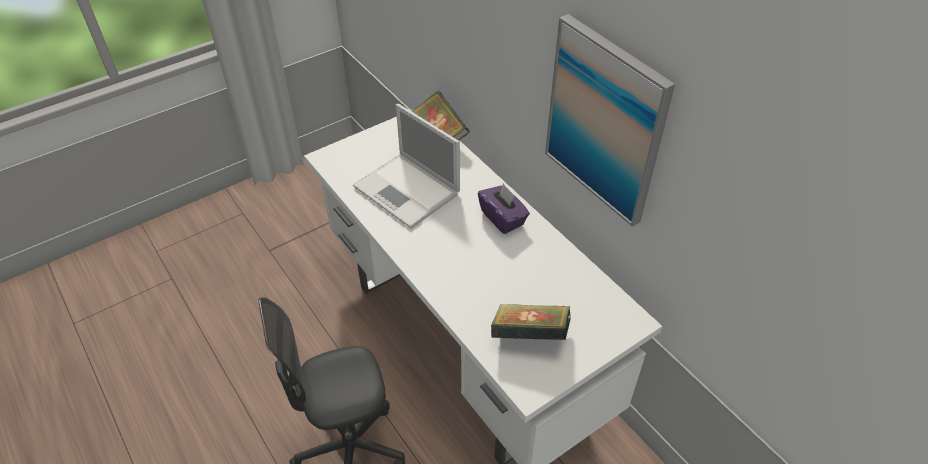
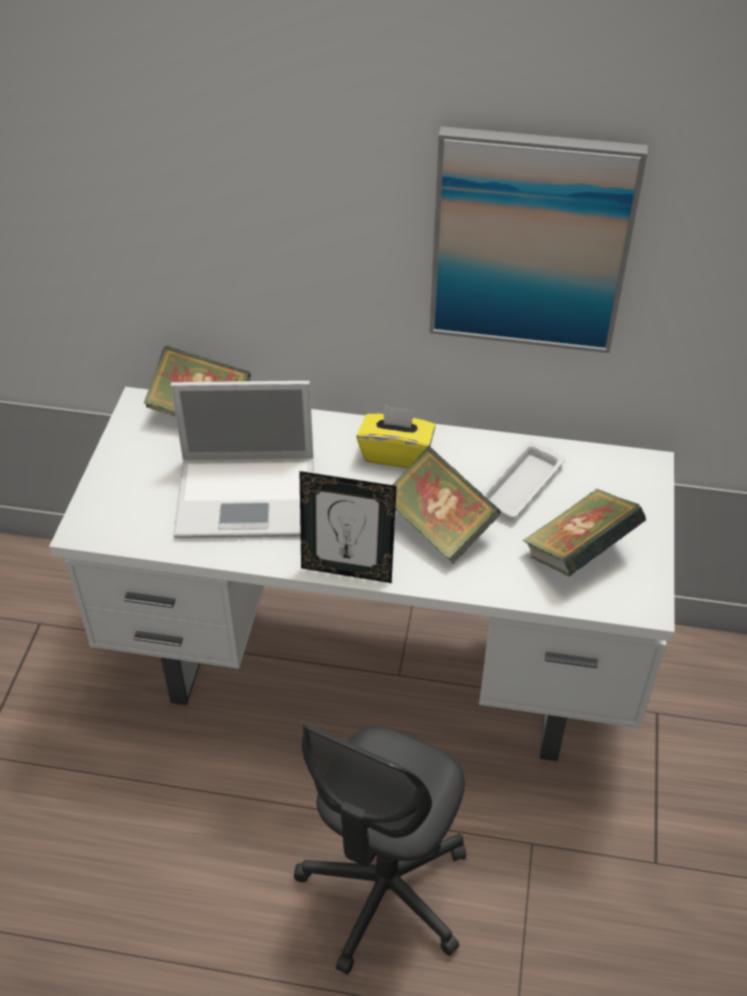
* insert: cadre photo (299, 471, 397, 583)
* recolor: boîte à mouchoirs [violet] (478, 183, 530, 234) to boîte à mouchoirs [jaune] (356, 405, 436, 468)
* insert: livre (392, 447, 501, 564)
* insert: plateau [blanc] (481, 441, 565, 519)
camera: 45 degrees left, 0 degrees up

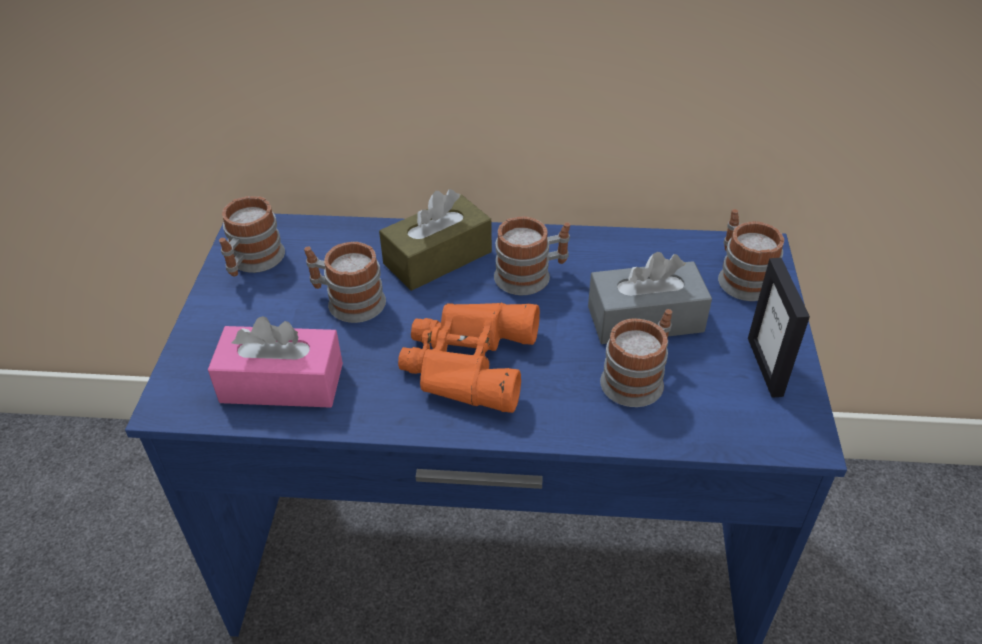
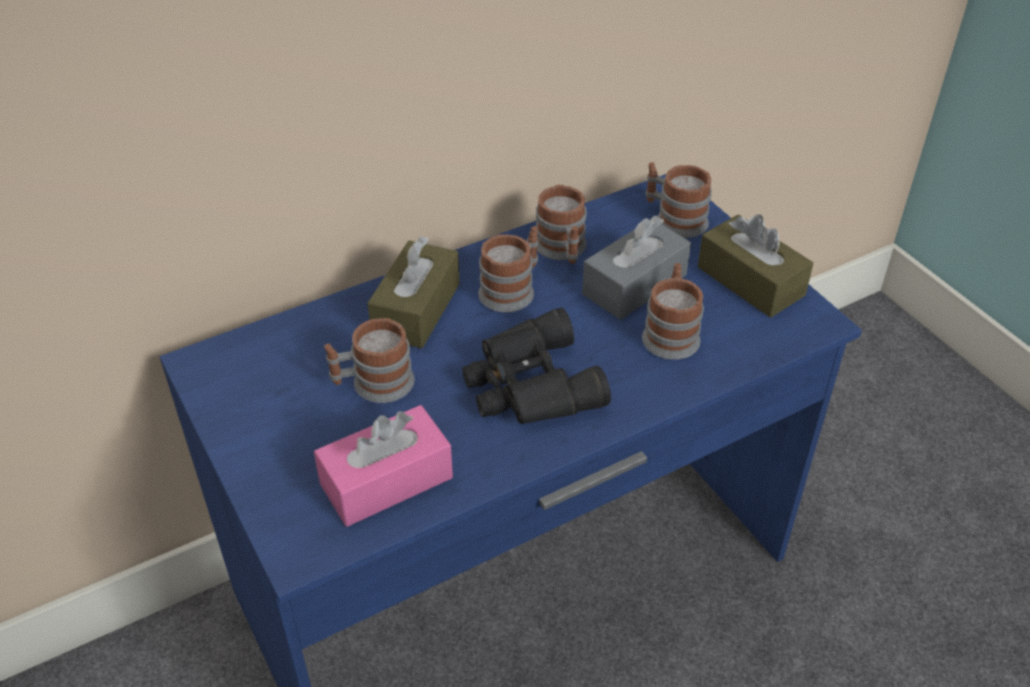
* recolor: jumelles [orange] (398, 303, 540, 413) to jumelles [noir] (462, 308, 611, 424)
* move: mug (219, 196, 285, 277) to (536, 185, 587, 264)
* replace: cadre photo (748, 258, 810, 398) to boîte à mouchoirs [marron] (698, 214, 813, 318)
camera: 35 degrees left, 0 degrees up

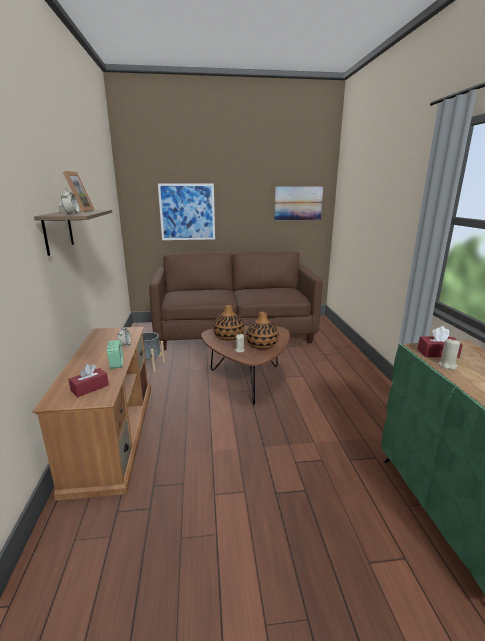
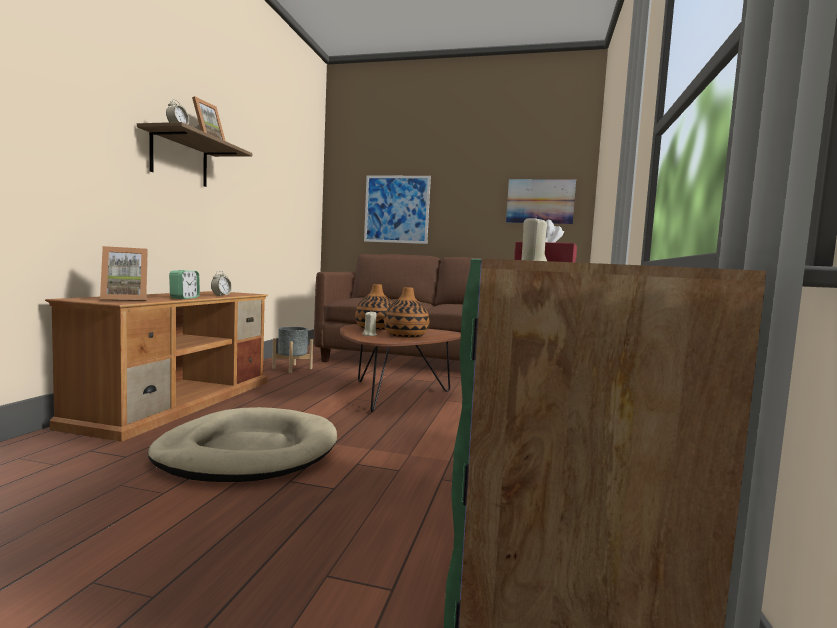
* replace: boîte à mouchoirs [rouge] (68, 364, 109, 397) to cadre photo (100, 246, 148, 301)
* insert: panier pour chien [beige] (148, 407, 337, 482)
camera: 20 degrees right, 15 degrees down

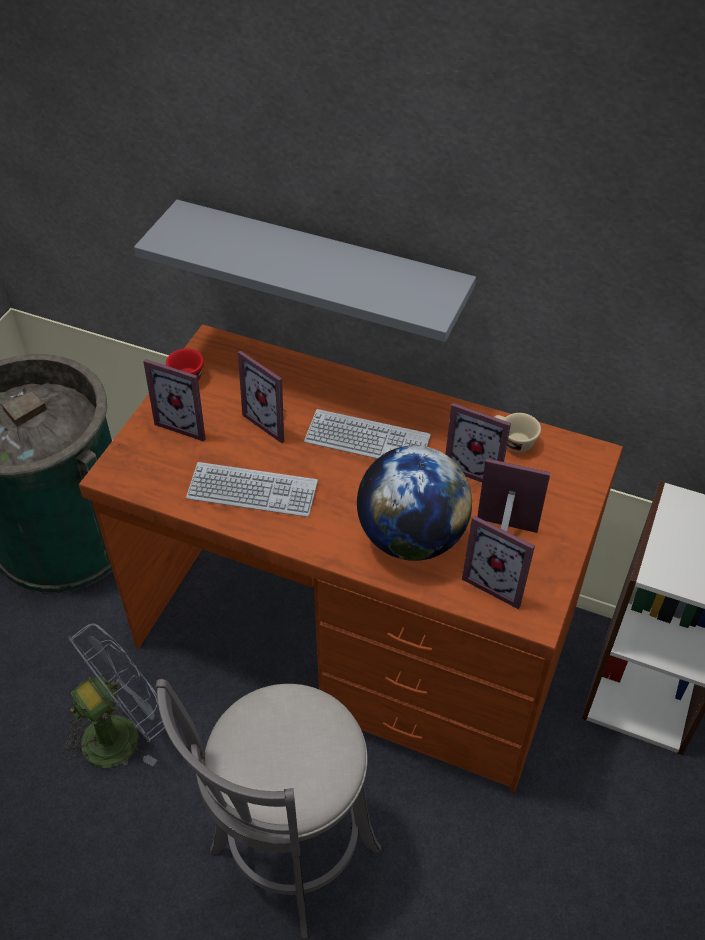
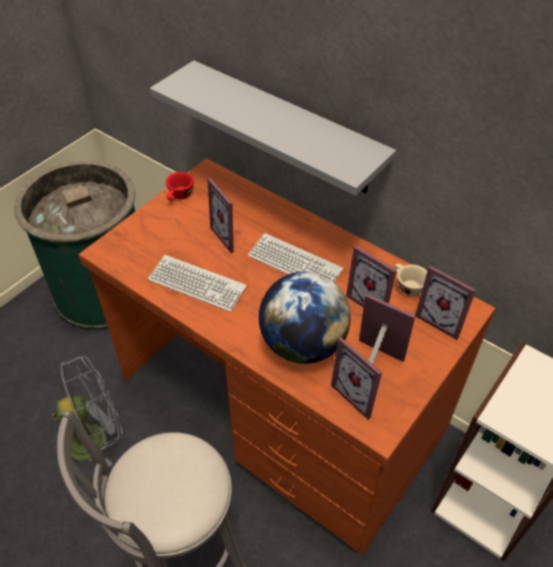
* move: cadre photo (143, 359, 206, 442) to (415, 266, 476, 340)
camera: 15 degrees right, 0 degrees up

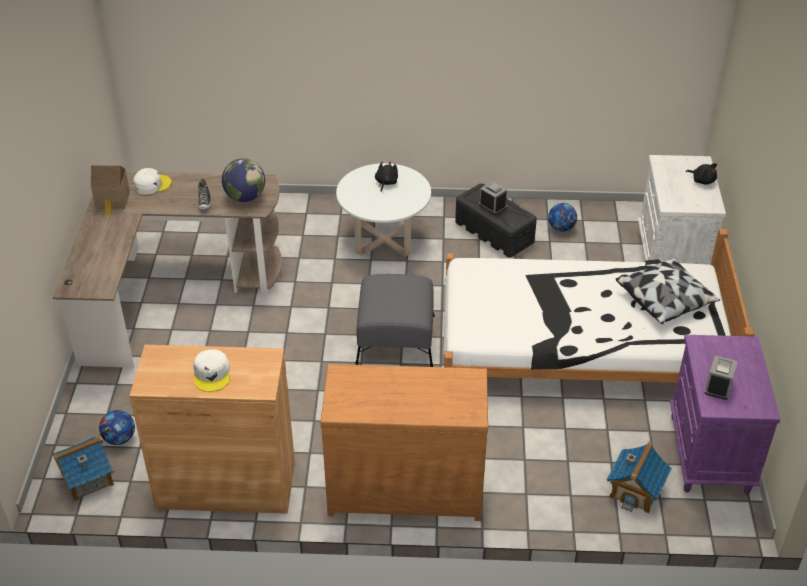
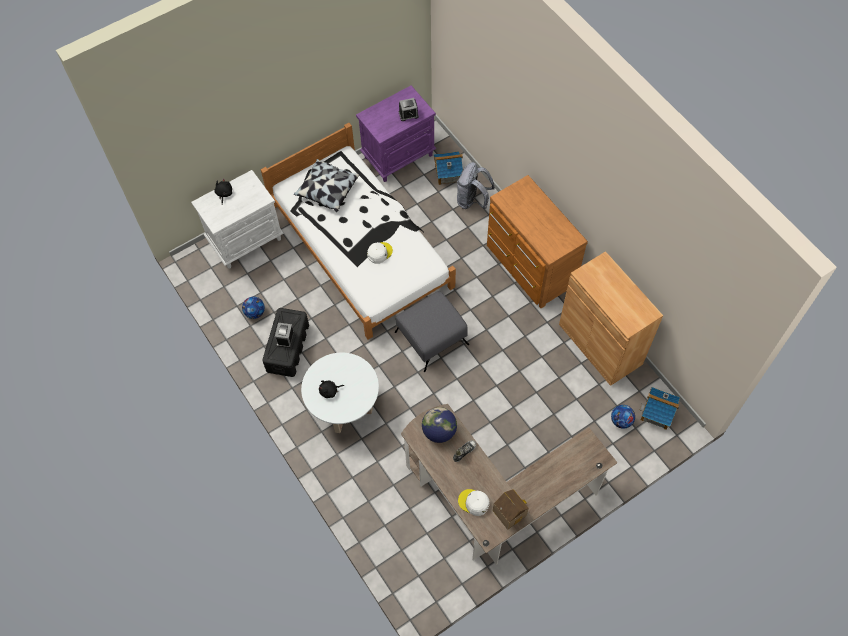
* move: casquette [blanc] (193, 349, 230, 392) to (367, 242, 393, 264)
* insert: sac à dos [gris] (457, 162, 495, 209)
camera: 125 degrees left, 20 degrees up

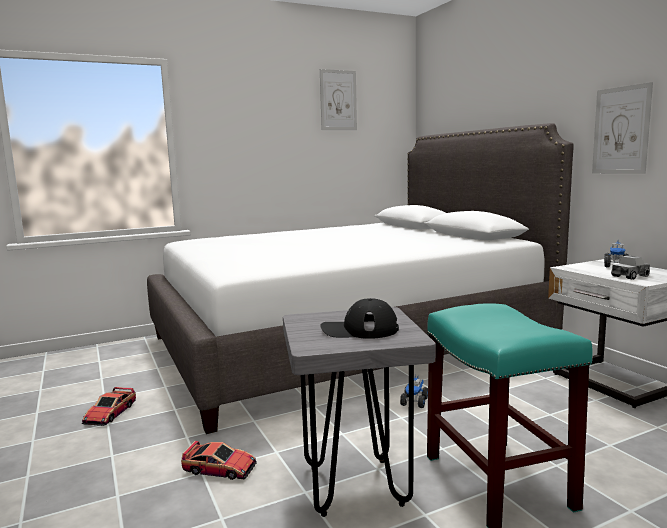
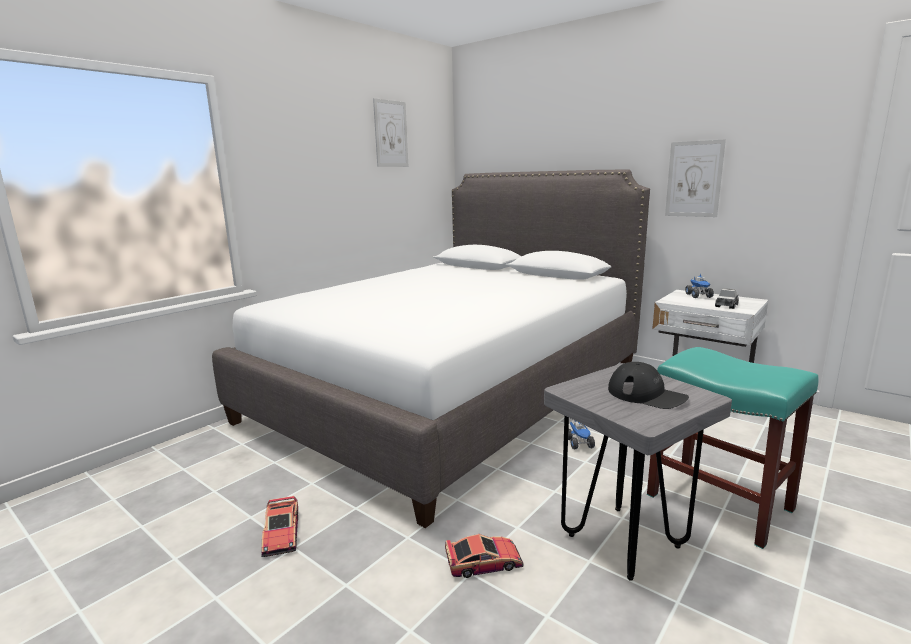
* rotate: casquette [noir] (320, 298, 399, 339) = (608, 362, 689, 409) 120 degrees counterclockwise
camera: 25 degrees left, 5 degrees up

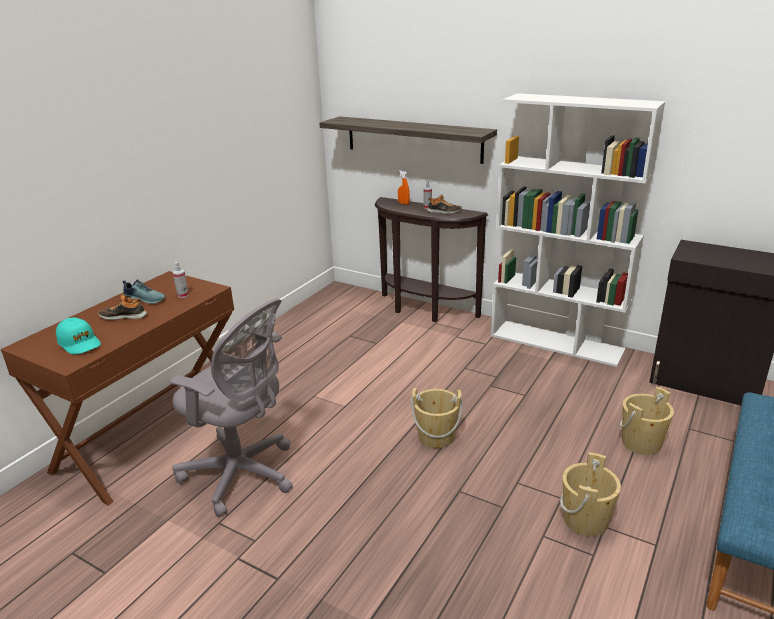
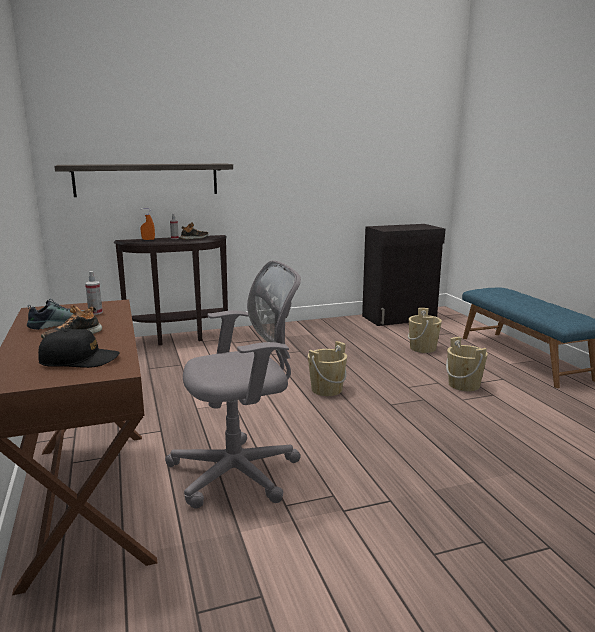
* recolor: casquette [turquoise] (56, 317, 101, 354) to casquette [noir] (38, 329, 120, 368)
* delete: bibliothèque [blanc] (491, 93, 665, 367)
camera: 50 degrees left, 10 degrees down

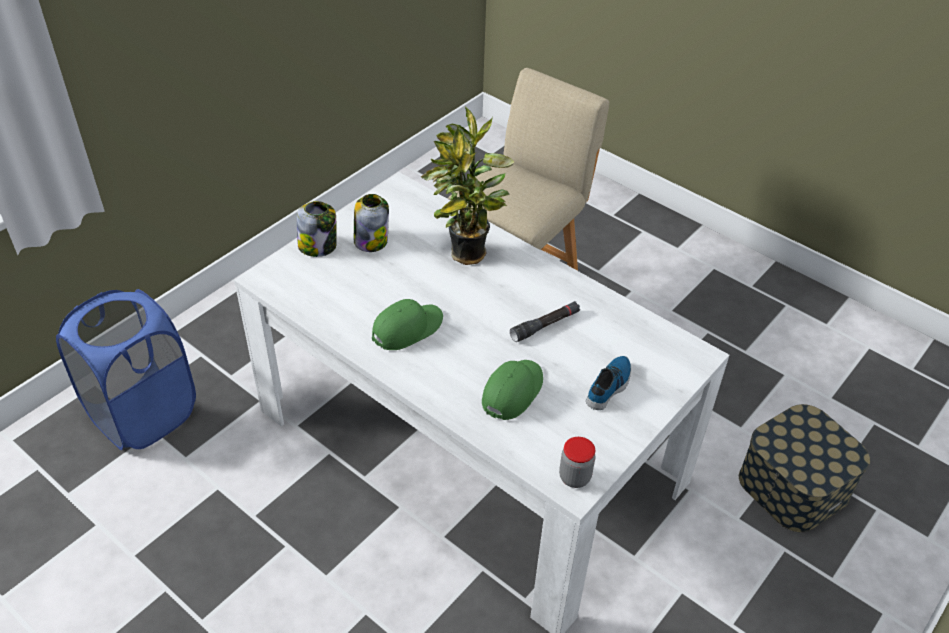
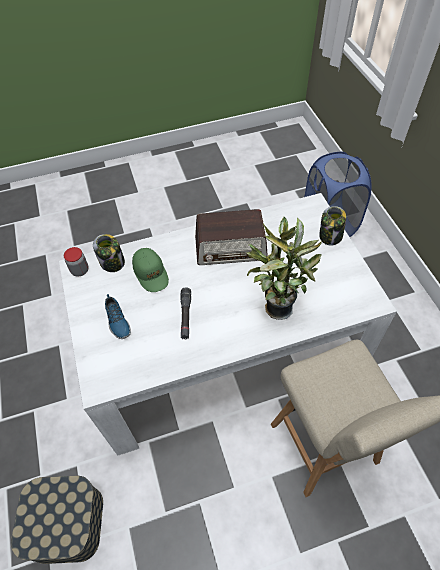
* move: bocal (354, 194, 389, 252) to (93, 234, 125, 272)
* replace: casquette [vert] (372, 299, 443, 350) to radio (195, 209, 268, 265)
camera: 125 degrees right, 10 degrees up

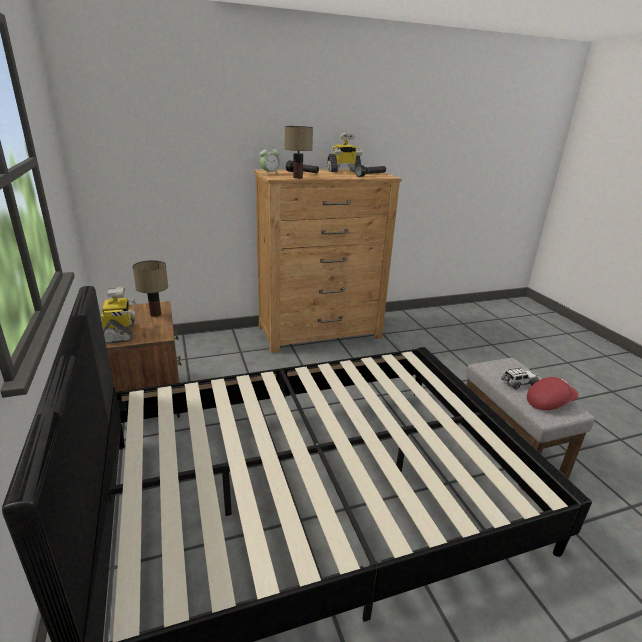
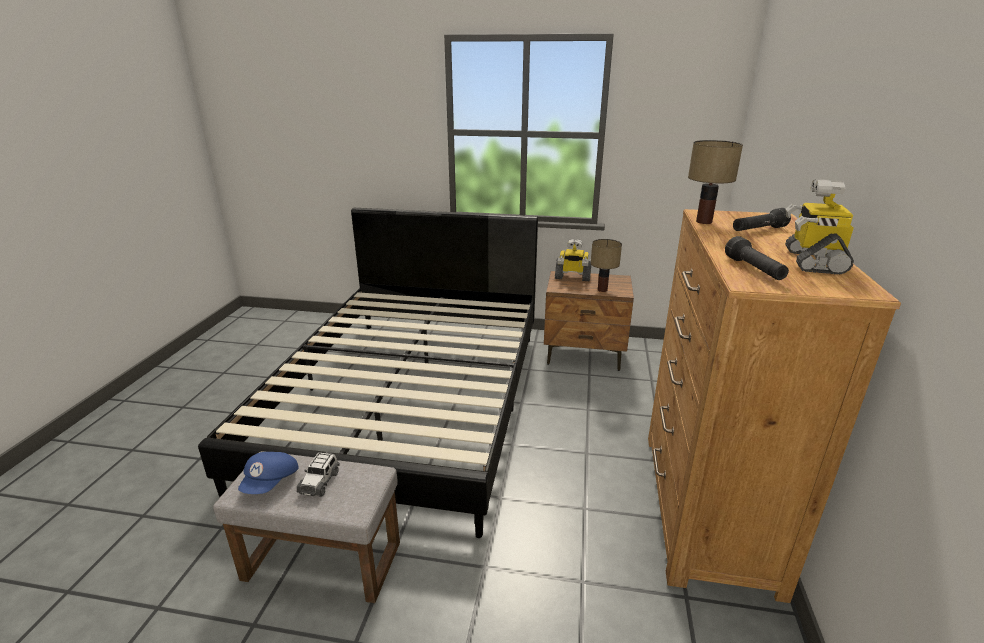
* recolor: casquette [rouge] (527, 377, 578, 410) to casquette [bleu] (238, 452, 299, 494)
* delete: réveil (260, 146, 280, 175)
camera: 120 degrees right, 0 degrees up

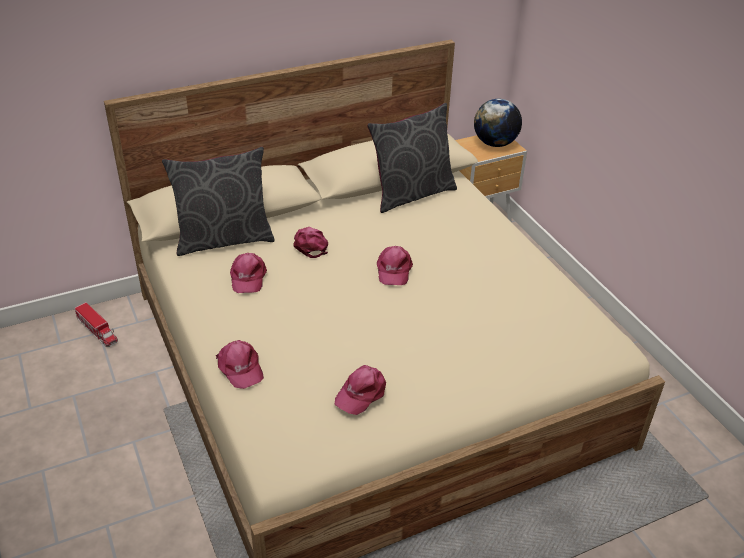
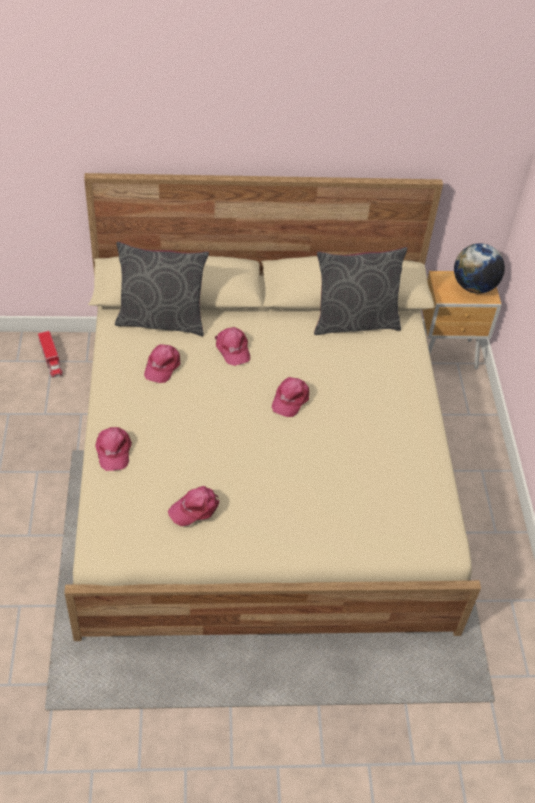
* rotate: casquette [rose] (293, 227, 328, 258) = (215, 327, 250, 366) 150 degrees clockwise
camera: 20 degrees right, 10 degrees up

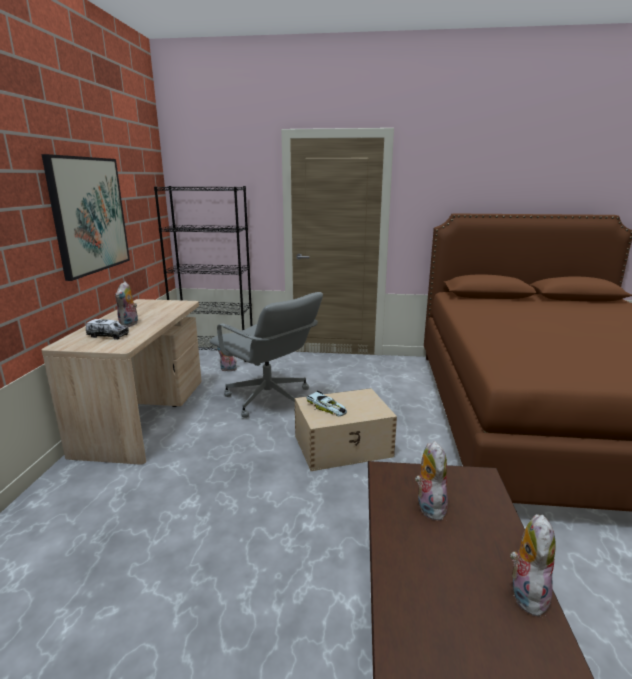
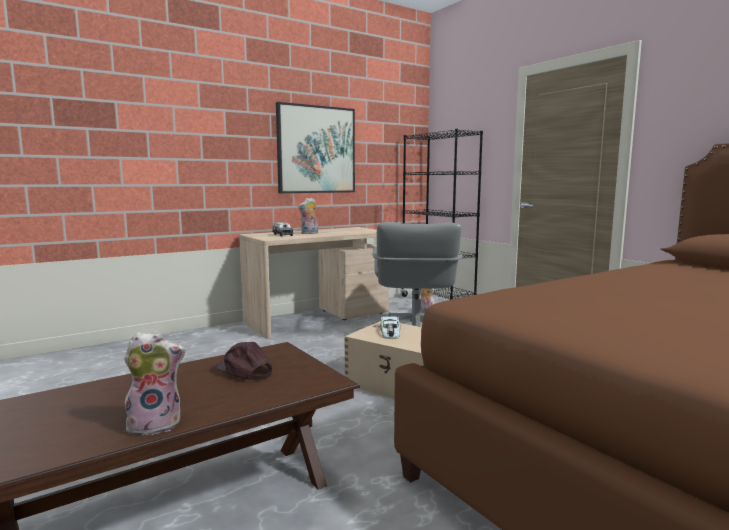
* replace: peluche (415, 441, 448, 521) to casquette [marron] (216, 342, 272, 380)
camera: 50 degrees right, 10 degrees down

